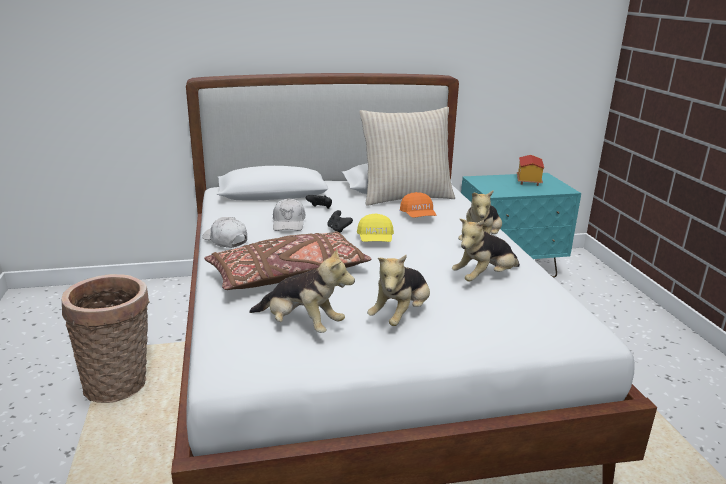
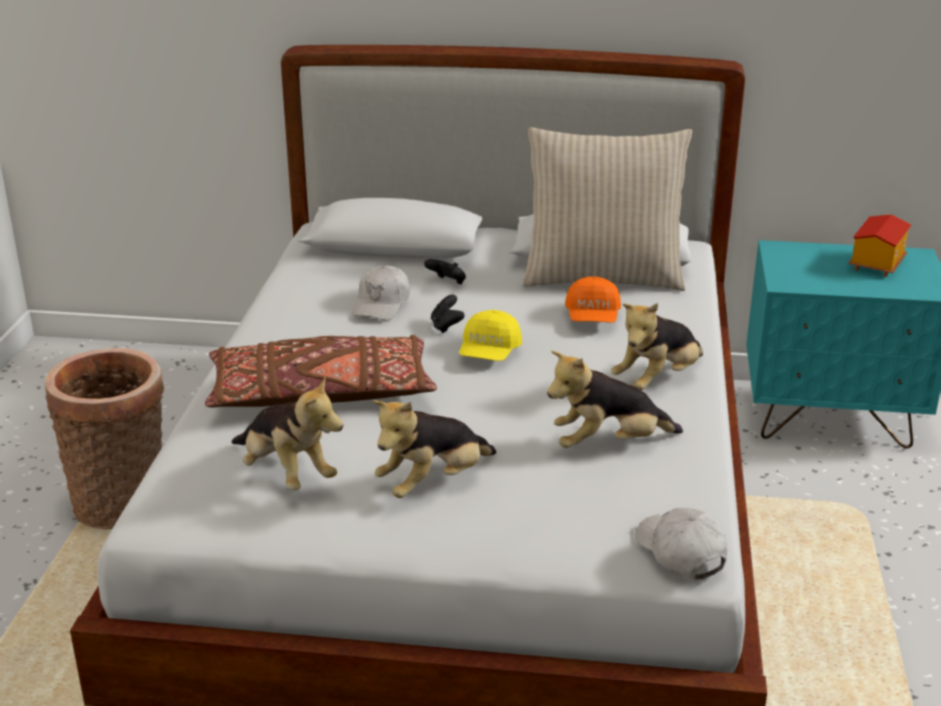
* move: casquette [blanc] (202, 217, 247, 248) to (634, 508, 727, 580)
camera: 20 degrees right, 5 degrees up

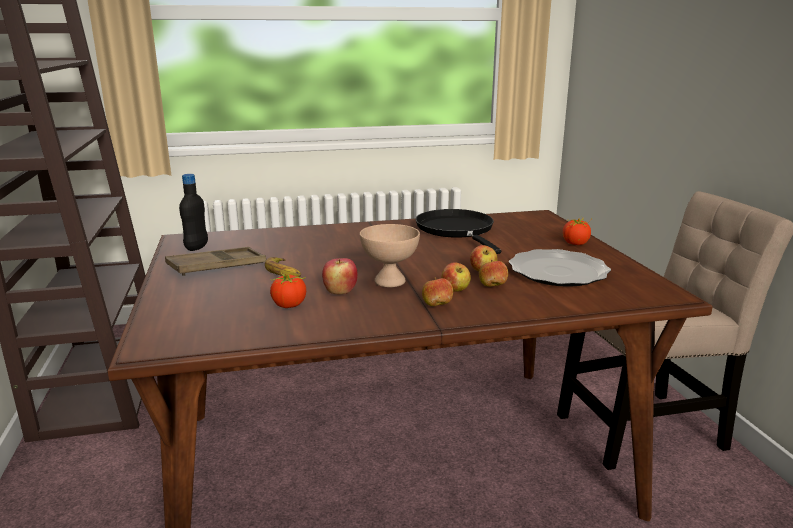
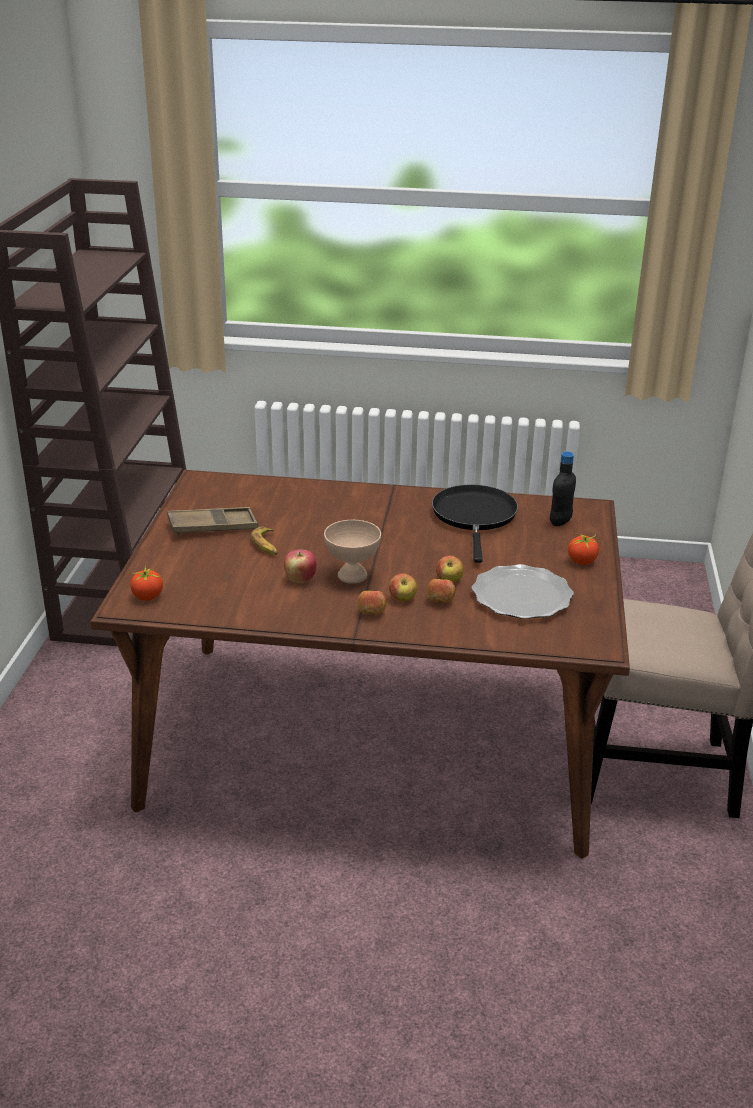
* move: tomate (270, 273, 306, 308) to (130, 567, 163, 600)
* move: bouteille [noir] (179, 174, 208, 251) to (550, 452, 576, 526)
camera: 20 degrees right, 10 degrees up

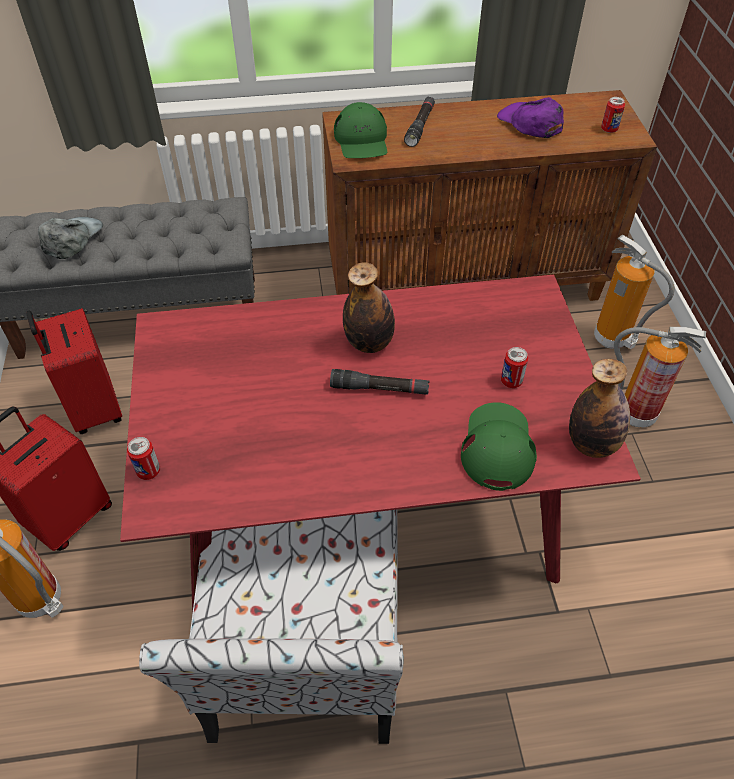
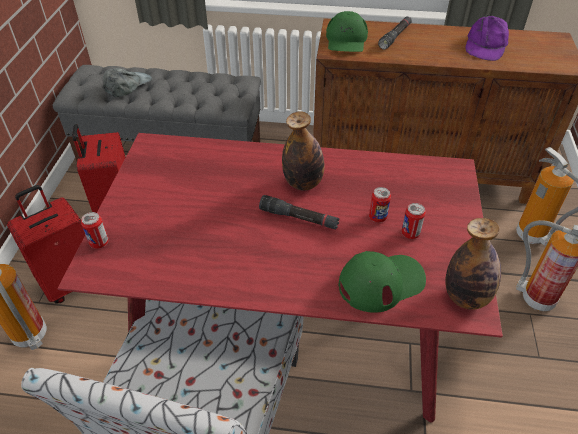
* rotate: casquette [vert] (461, 402, 537, 491) = (338, 251, 426, 313) 45 degrees clockwise
* move: boîte métallique (601, 97, 625, 133) to (369, 187, 391, 223)
* rotate: casquette [violet] (497, 97, 564, 138) = (465, 14, 509, 61) 135 degrees counterclockwise
camera: 15 degrees right, 5 degrees down

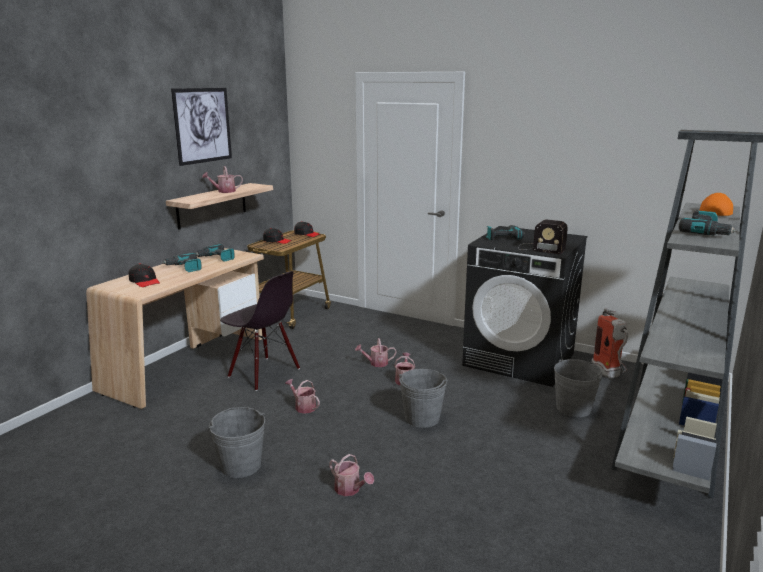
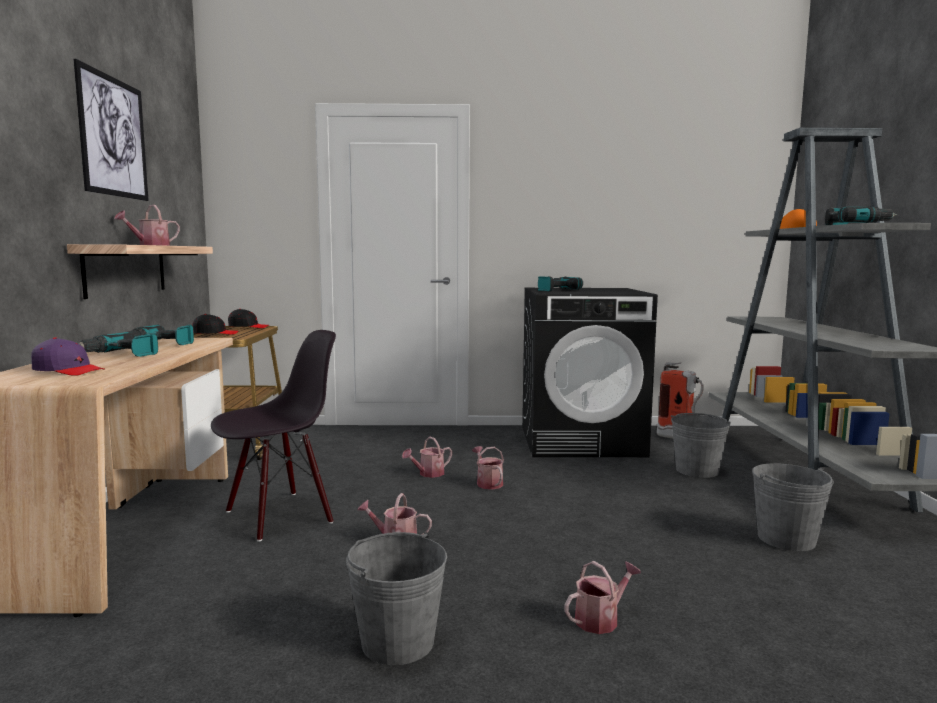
* recolor: casquette [noir] (129, 263, 160, 287) to casquette [violet] (31, 338, 105, 376)
* rotate: chaise [noir] (220, 271, 300, 391) = (211, 330, 336, 541) 45 degrees counterclockwise
* rotate: arrosoir (329, 454, 374, 496) = (564, 561, 641, 634) 45 degrees counterclockwise
* move: seau [gris] (399, 369, 448, 428) to (752, 463, 834, 551)
* delete: radio (518, 220, 568, 255)
camera: 30 degrees left, 10 degrees down

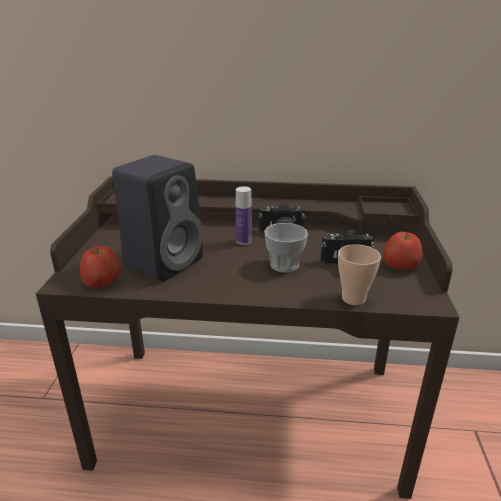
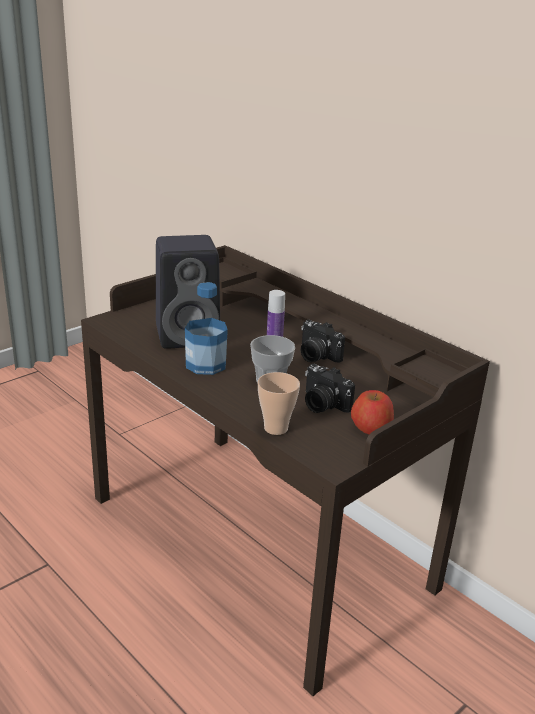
* insert: bouteille (185, 282, 228, 375)
* delete: pomme (80, 246, 121, 288)
camera: 40 degrees right, 0 degrees up

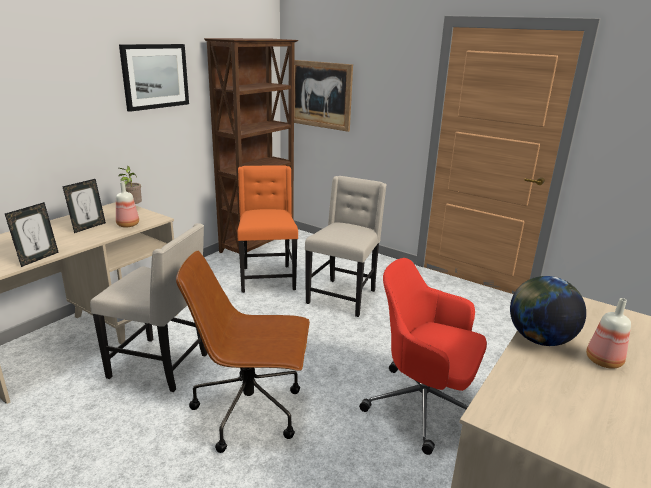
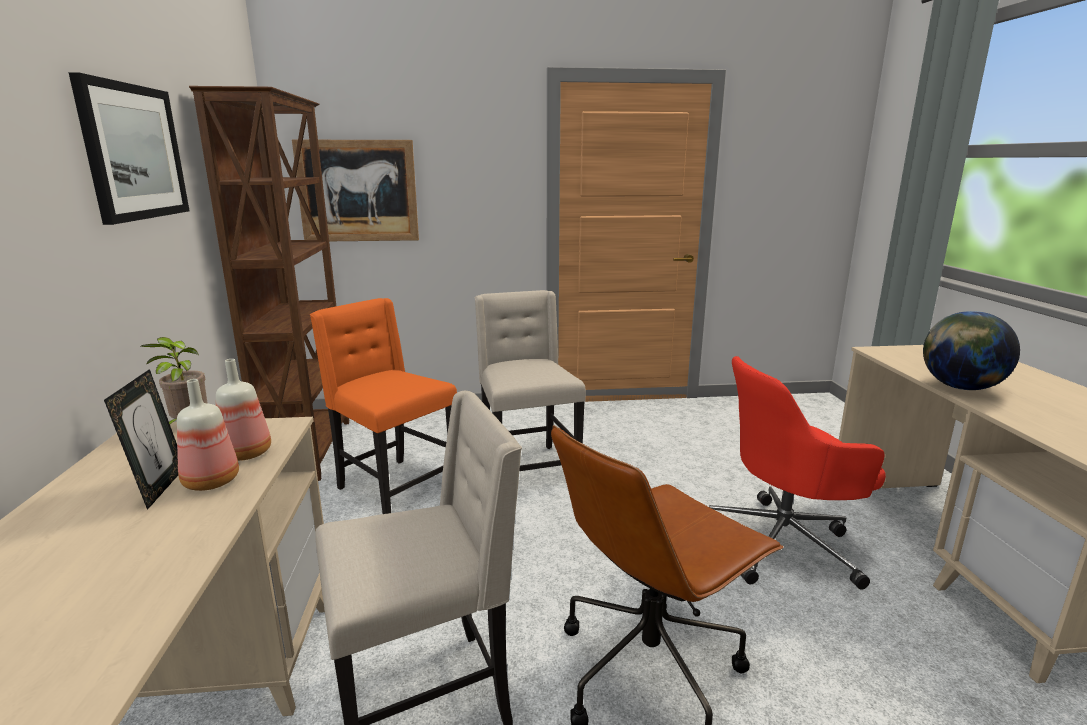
* move: bouteille (586, 298, 631, 369) to (177, 379, 239, 491)
* delete: cadre photo (5, 202, 59, 267)
camera: 40 degrees left, 5 degrees down

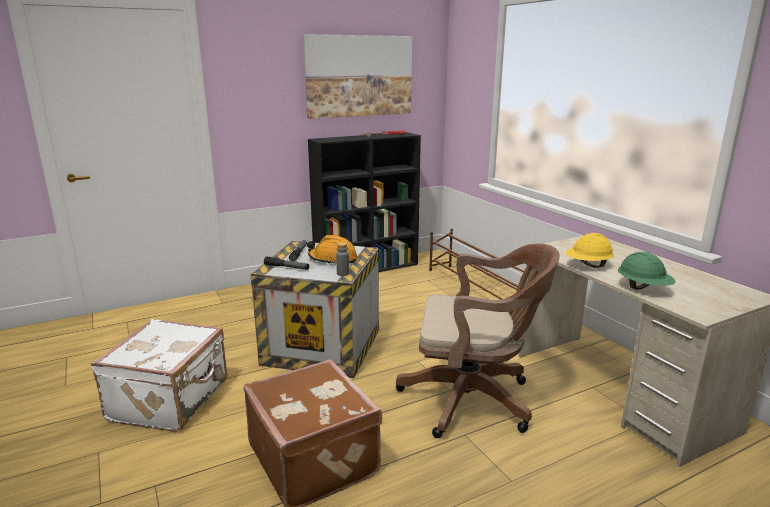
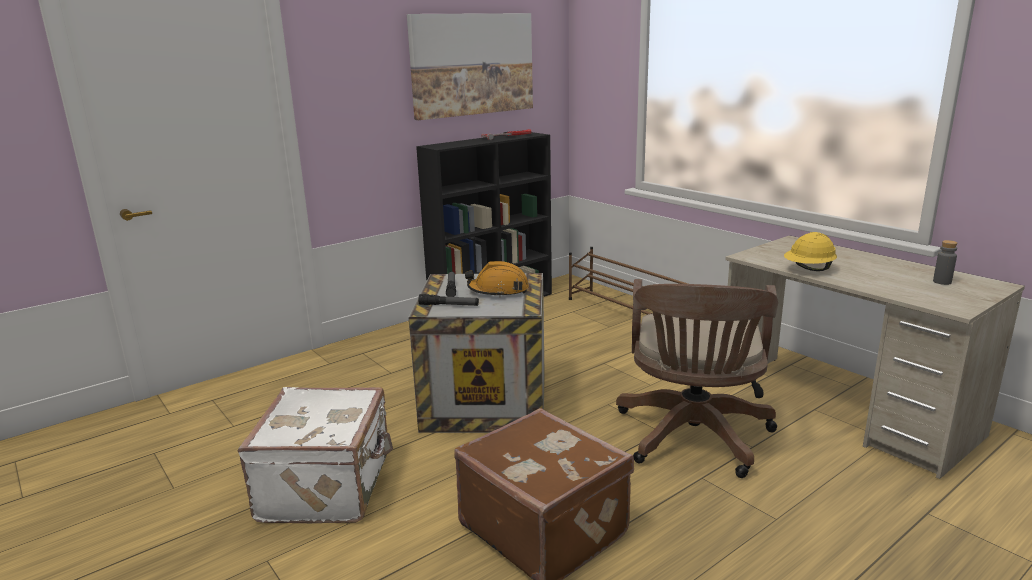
* rotate: chaise de bureau [marron] (396, 244, 560, 438) = (616, 279, 778, 478) 105 degrees clockwise
* move: bouteille [gris] (336, 242, 349, 276) to (933, 240, 958, 285)
* delete: casque de chantier [vert] (618, 252, 675, 290)
camera: 10 degrees left, 0 degrees up

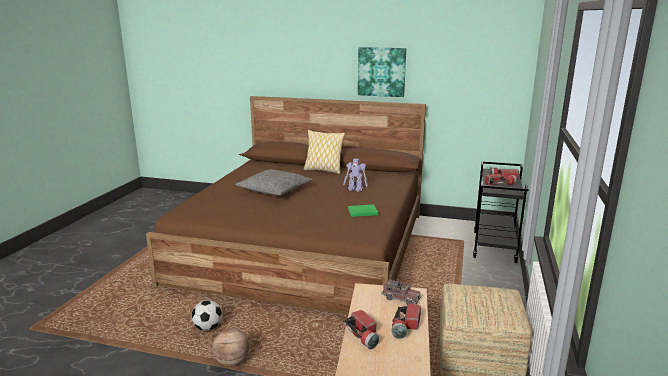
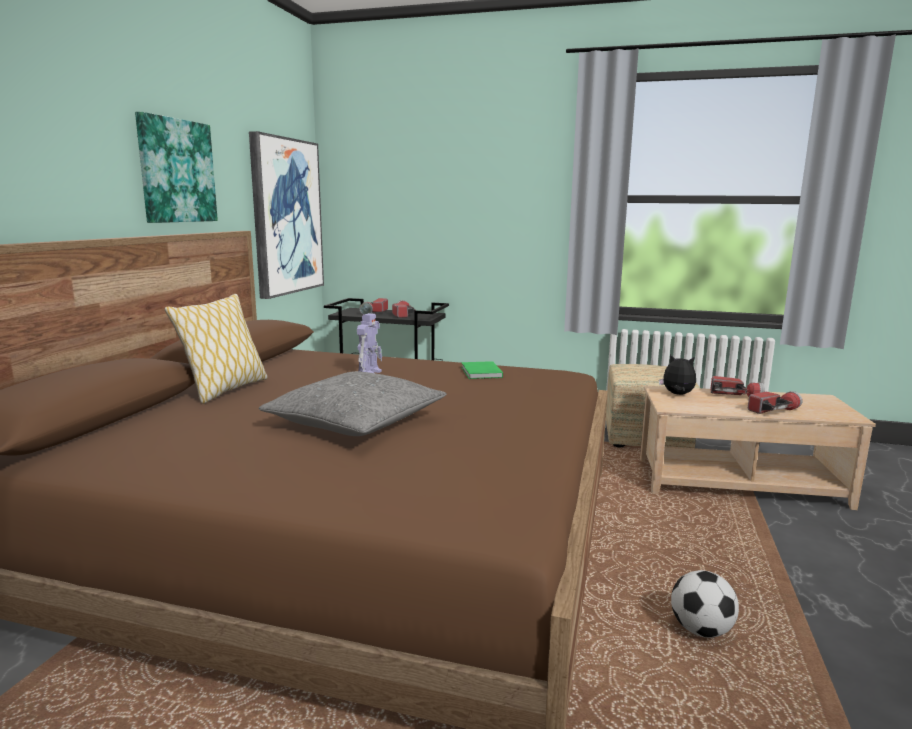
* insert: tableau (249, 131, 324, 299)
* replace: camion jouet (381, 279, 421, 305) to peluche (659, 354, 696, 395)
* delete: ballon de basket (212, 328, 249, 366)
camera: 90 degrees left, 5 degrees down

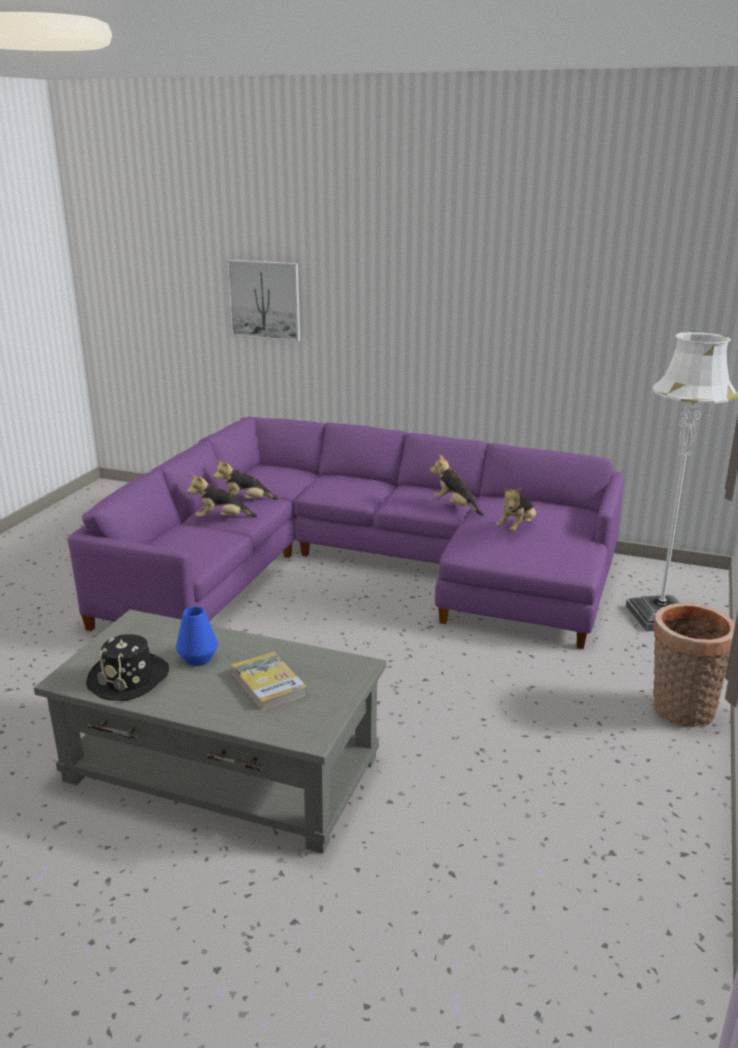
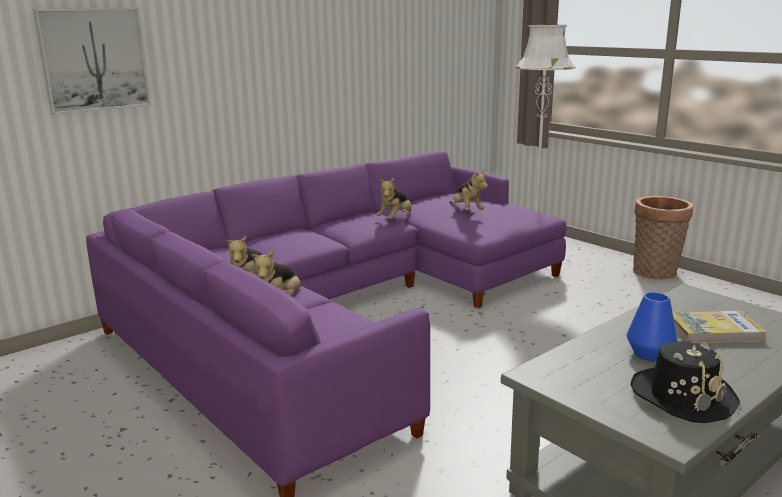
* rotate: peluche (430, 455, 484, 516) = (376, 178, 411, 219) 45 degrees counterclockwise
camera: 60 degrees left, 5 degrees down

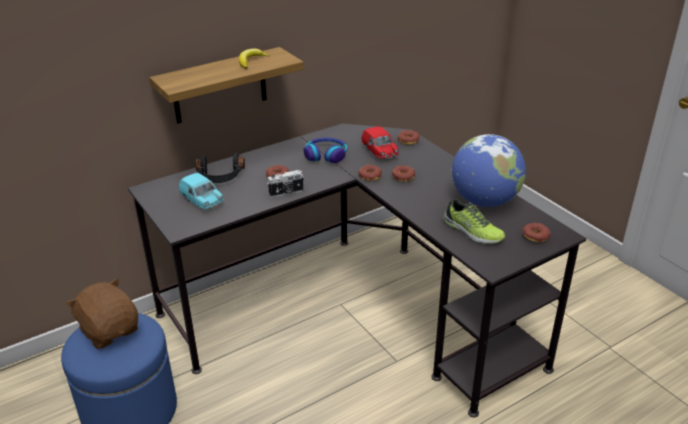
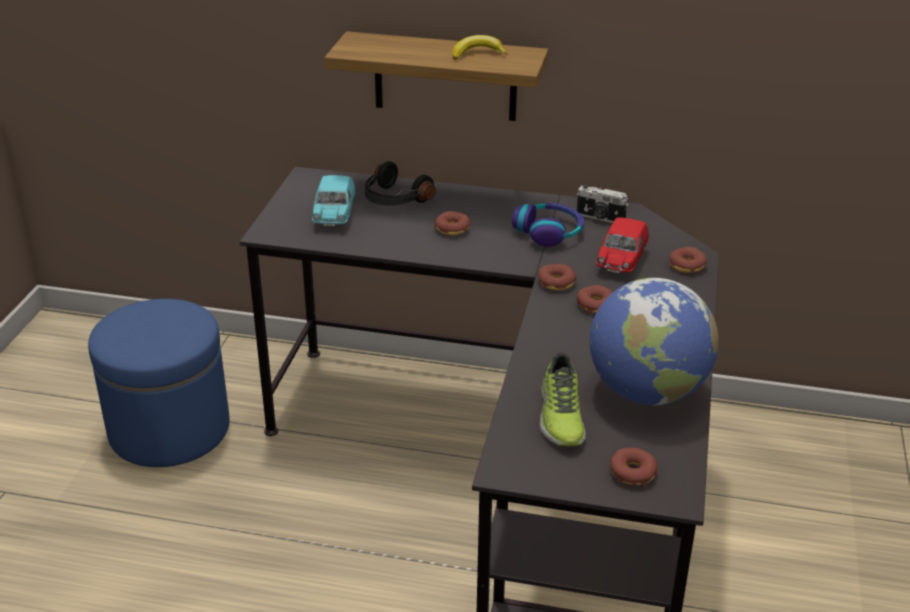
* move: appareil photo (267, 170, 304, 197) to (577, 184, 629, 223)
* delete: peluche [marron] (66, 278, 138, 349)
camera: 45 degrees right, 0 degrees up

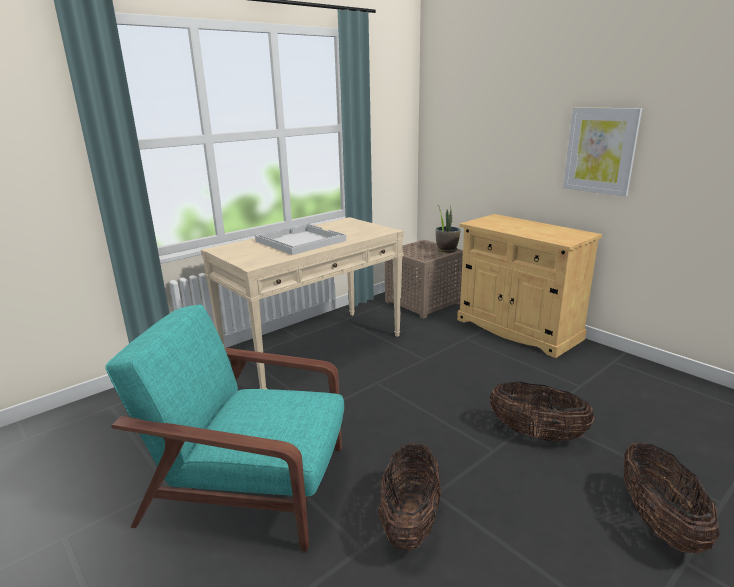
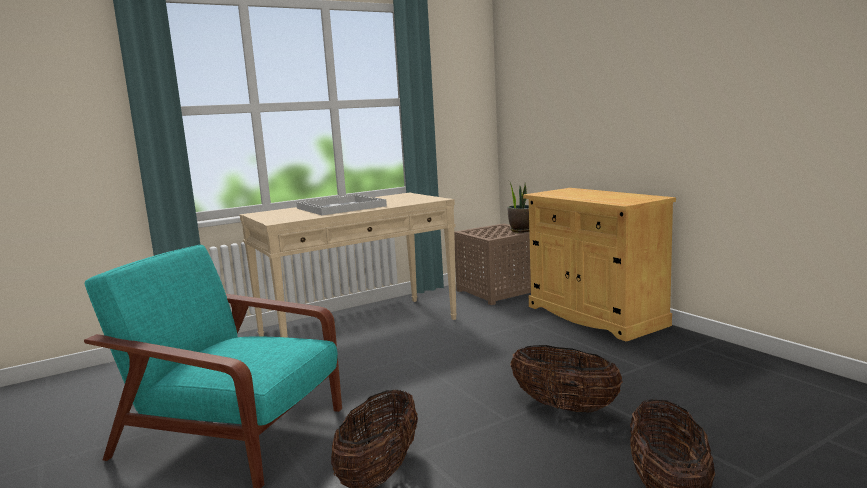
* delete: tableau (563, 108, 642, 196)
camera: 10 degrees right, 10 degrees down

